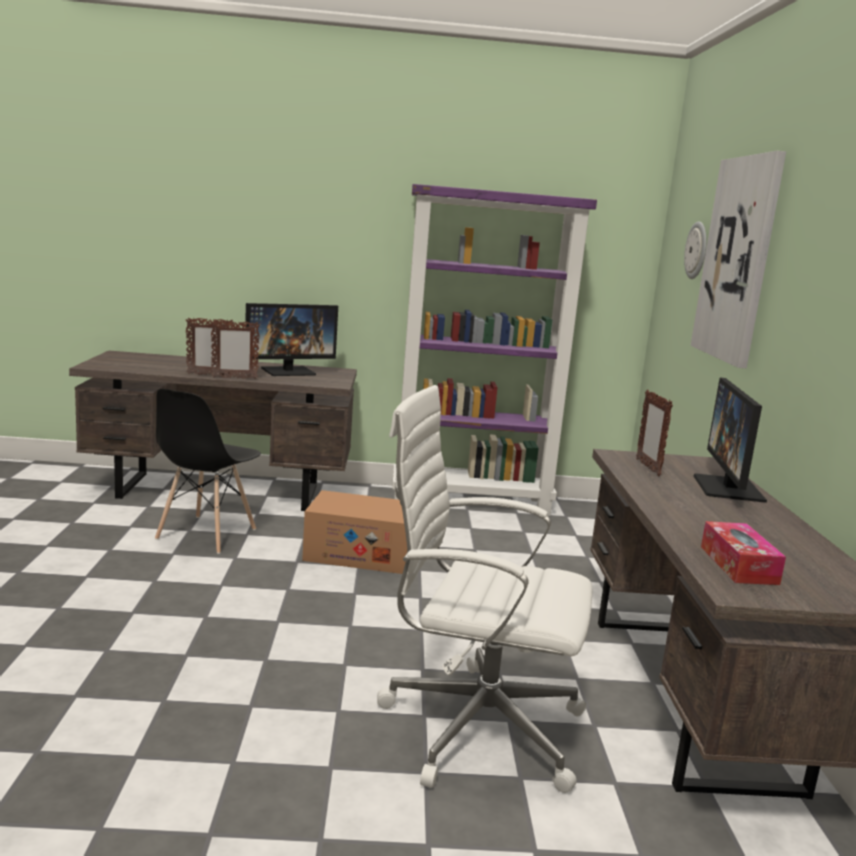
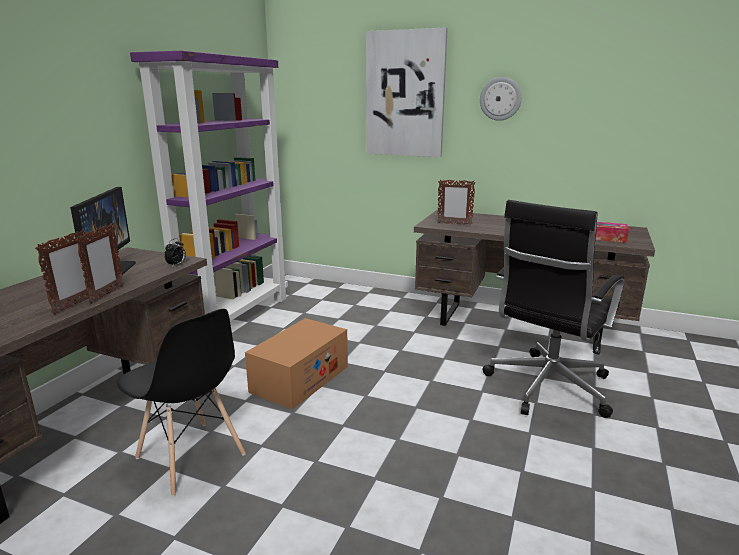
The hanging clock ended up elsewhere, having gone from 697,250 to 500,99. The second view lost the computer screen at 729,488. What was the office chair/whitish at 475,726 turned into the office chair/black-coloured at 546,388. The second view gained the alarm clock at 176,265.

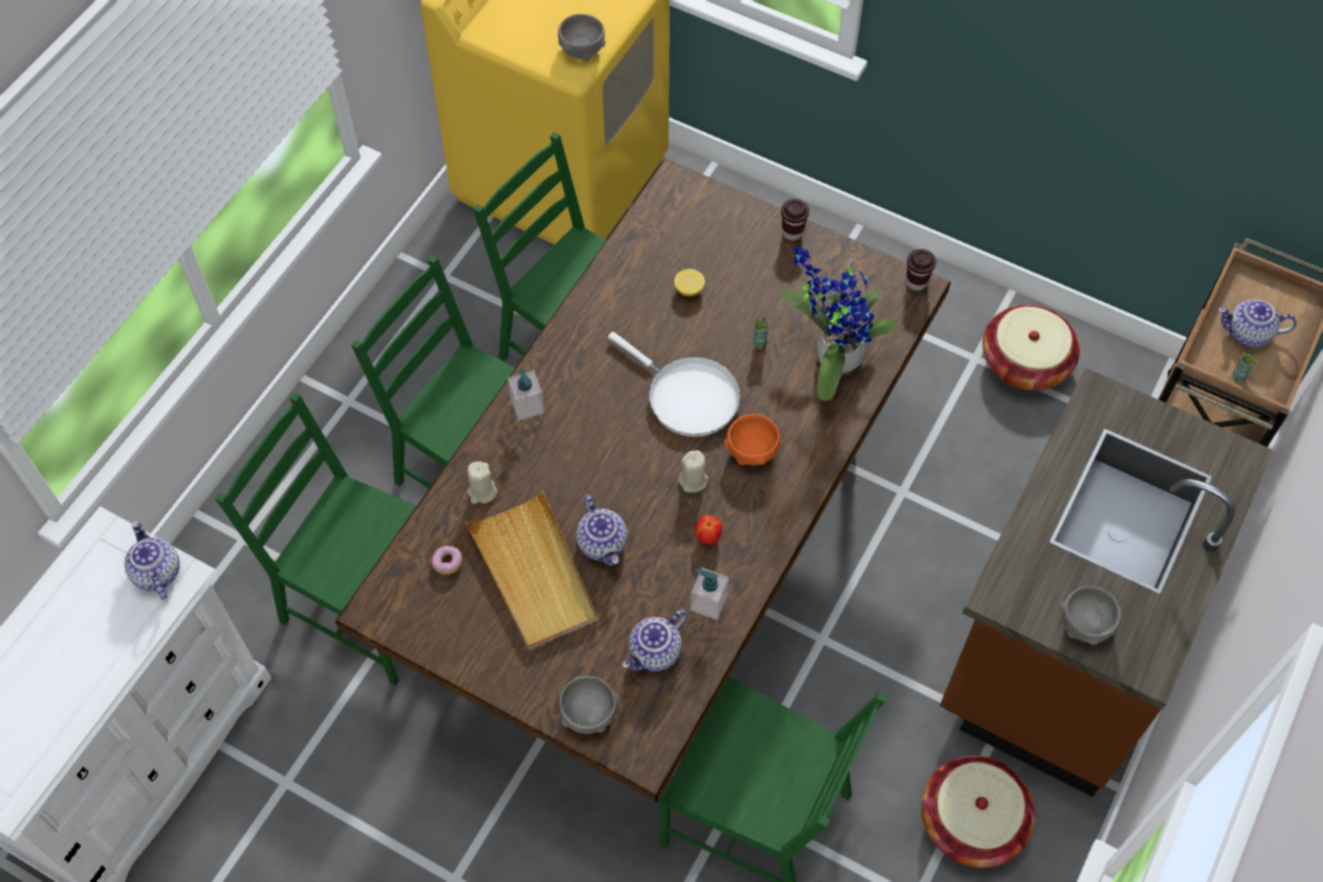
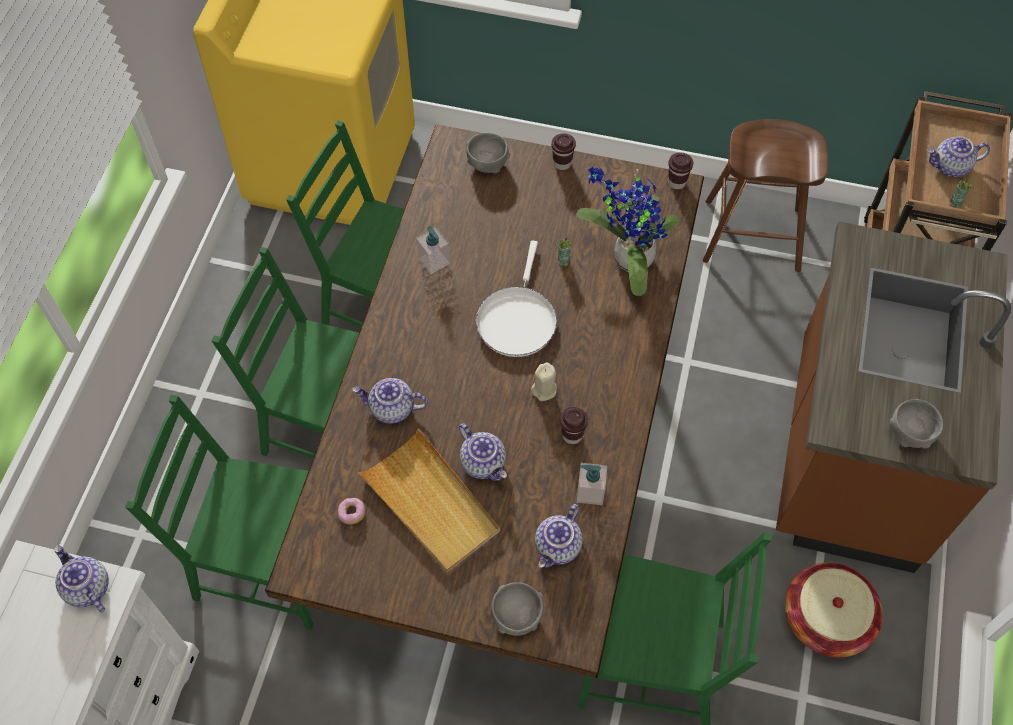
The serving bowl/grey ended up elsewhere, having gone from 582,50 to 487,164. The second view lost the whole lemon at 689,289. Where the household basket stood at 1025,363, the sitting stool/brown came to stand at 751,235. The frying pan/whitish at 687,396 ended up facing another way, 75 degrees clockwise from before. The soap dispenser ended up elsewhere, having gone from 527,406 to 434,261. The second view lost the serving bowl/orange at 752,451. The second view lost the wax light/sand-coloured at 482,492. Where the apple stood at 708,537, the small cup/brown came to stand at 572,435. The second view gained the tea pot at 391,409.

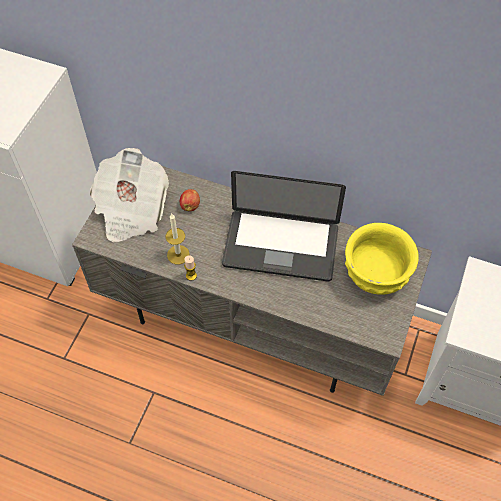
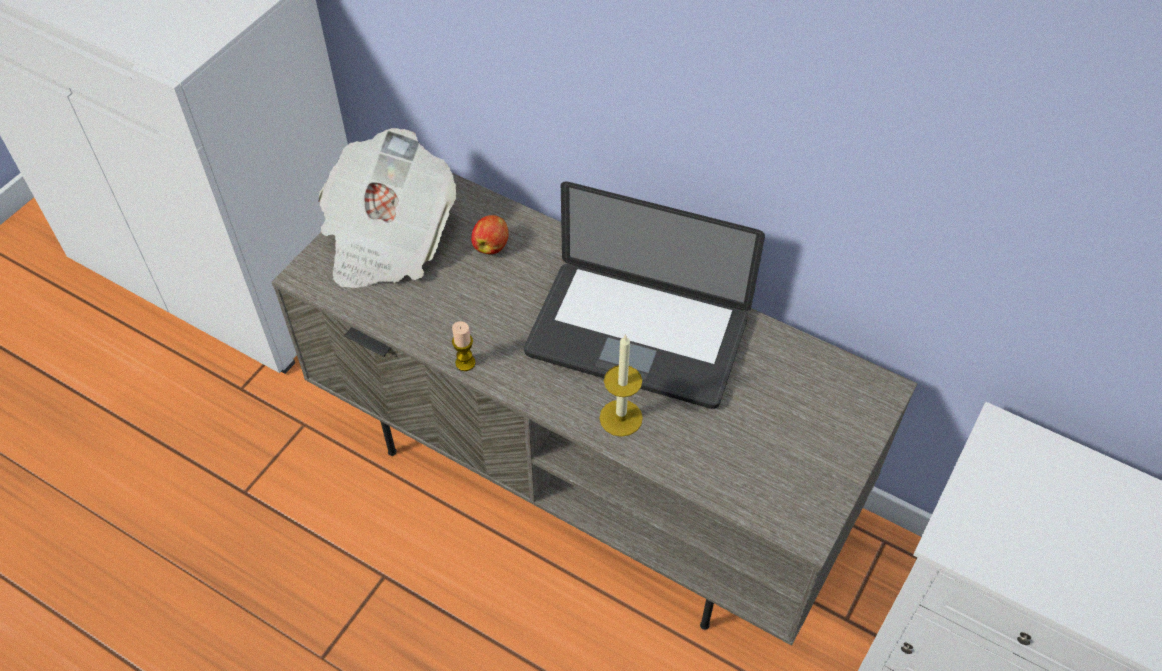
The wax light ended up elsewhere, having gone from 178,254 to 621,418. The second view lost the serving bowl/yellow at 376,272.

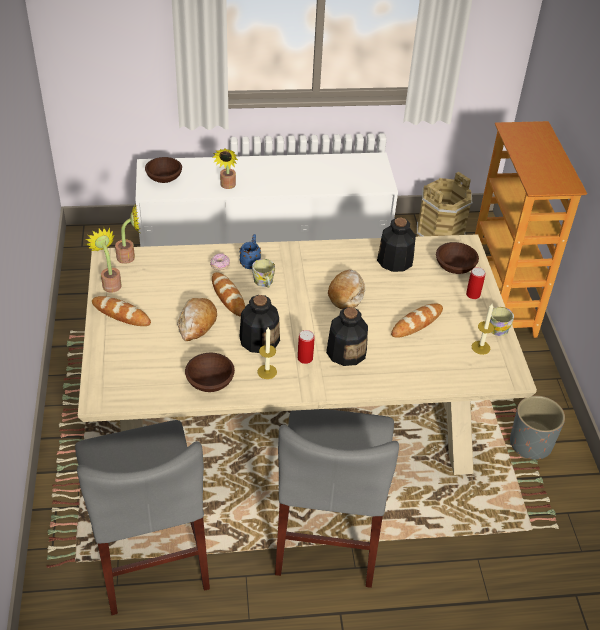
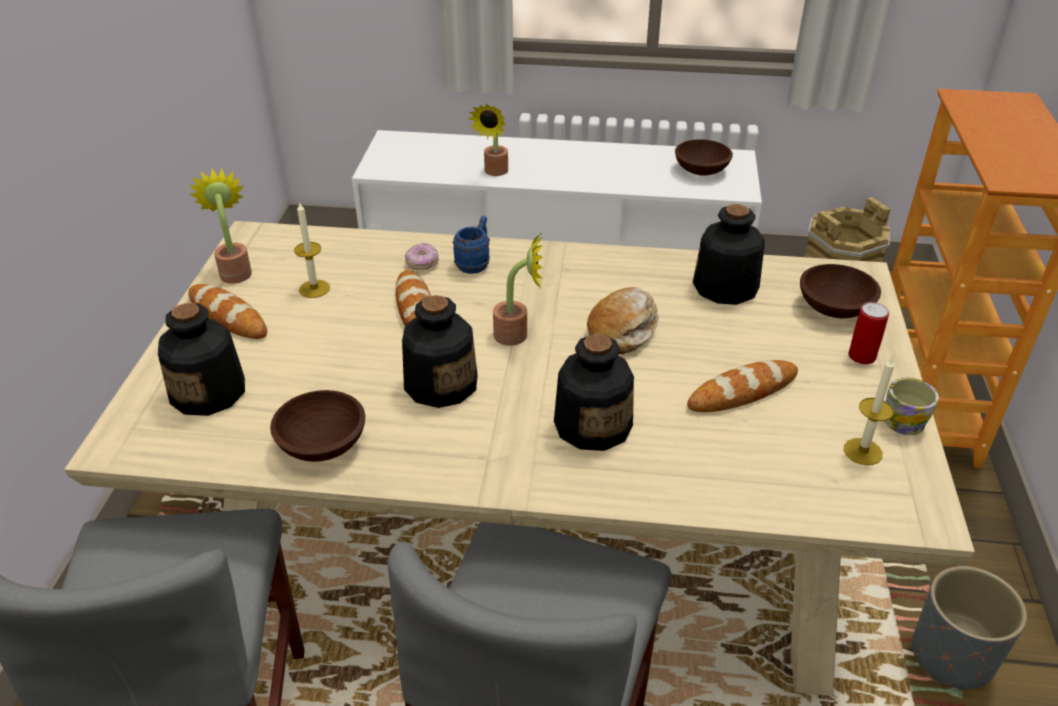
The serving bowl/brown ended up elsewhere, having gone from 163,178 to 700,170. The plant in a pot ended up elsewhere, having gone from 129,257 to 518,335. The second view lost the tea mug at 264,283. The second view lost the bread at 197,323. The wax light ended up elsewhere, having gone from 267,371 to 314,289. The second view lost the metal can at 305,358. The second view gained the bottle at 209,392.

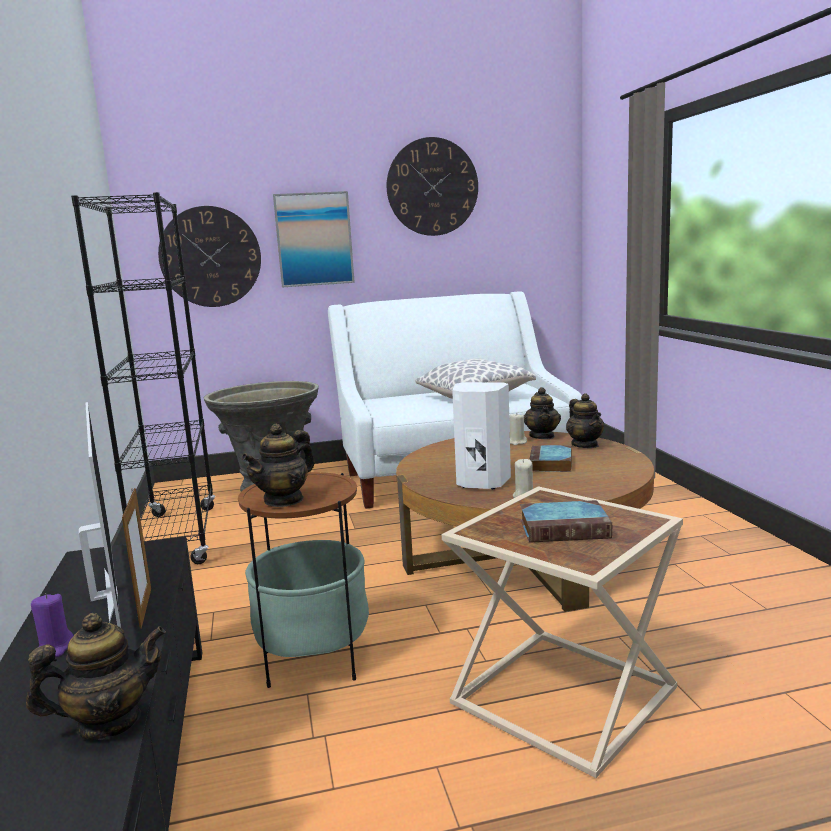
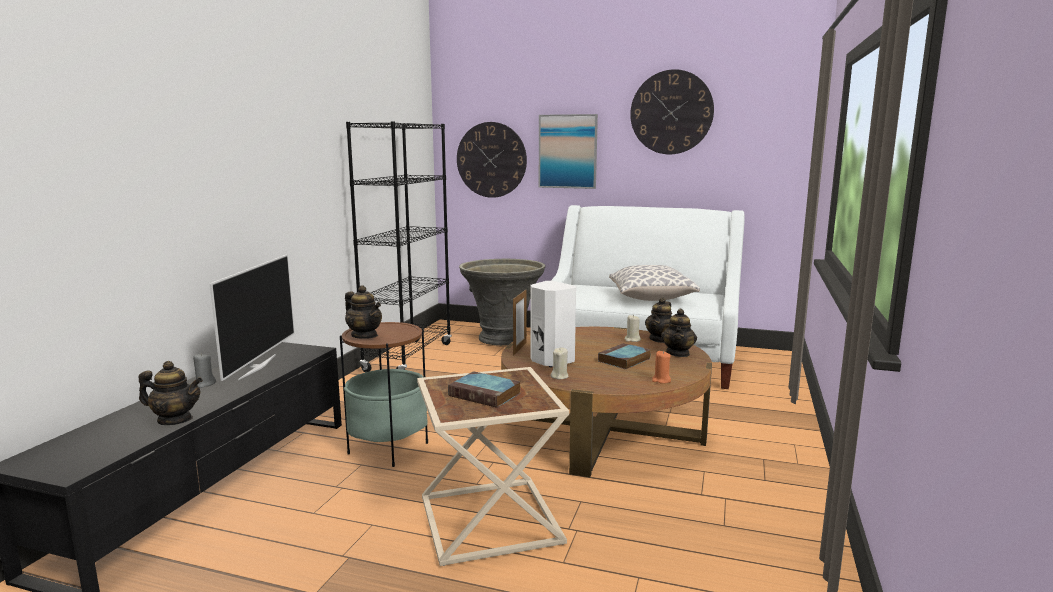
The tea pot at 284,500 ended up facing another way, 120 degrees counterclockwise from before. The standing frame ended up elsewhere, having gone from 145,607 to 520,348. What was the wax light/purplish at 56,648 turned into the wax light/grey at 204,384. The second view gained the wax light/orange at 661,380.

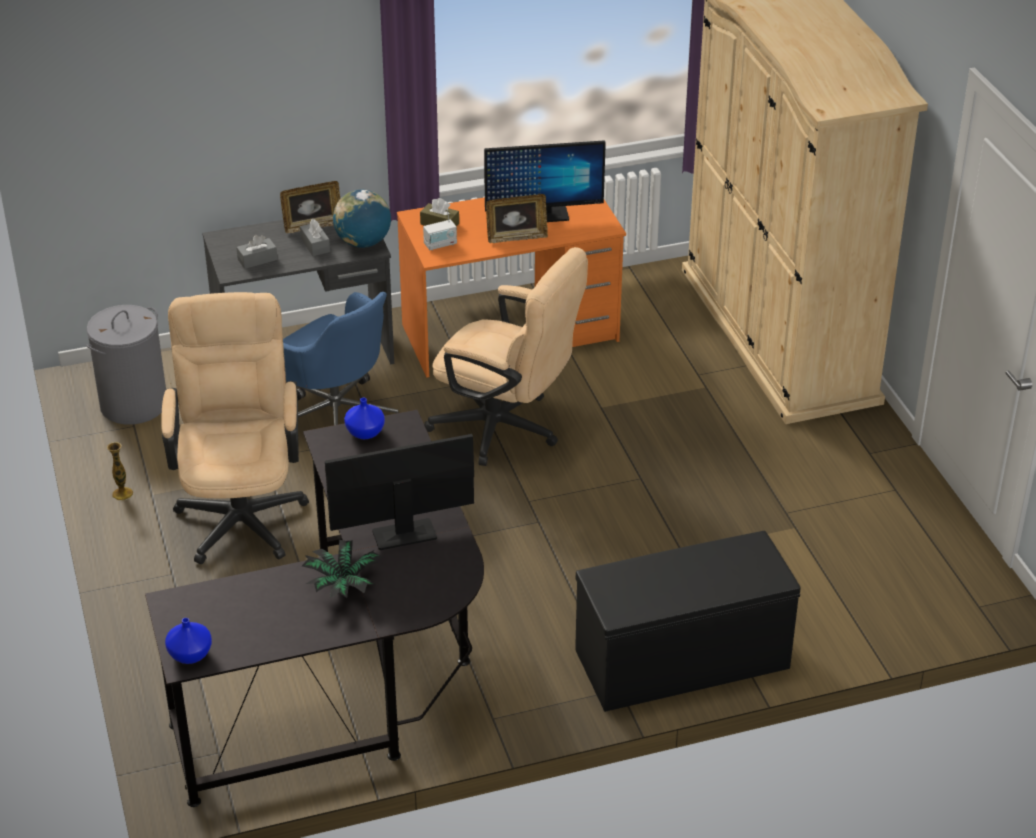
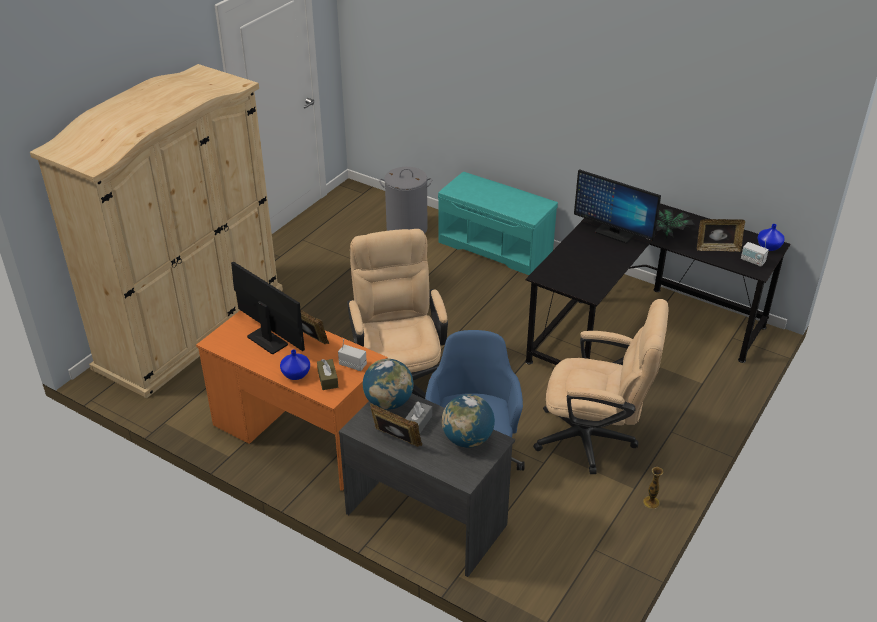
Where the tissue box/grey stood at 257,259, the globe came to stand at 467,439. The office chair/sand-coloured at 242,511 ended up facing another way, 120 degrees counterclockwise from before. The laundry basket/grey ended up elsewhere, having gone from 134,404 to 406,229. The vase/bluish ended up elsewhere, having gone from 365,433 to 296,374. What was the indoor bench/black-coloured at 681,661 turned into the indoor bench/turquoise-coloured at 496,247. The second view gained the standing frame at 717,248. The second view gained the radio at 752,261.

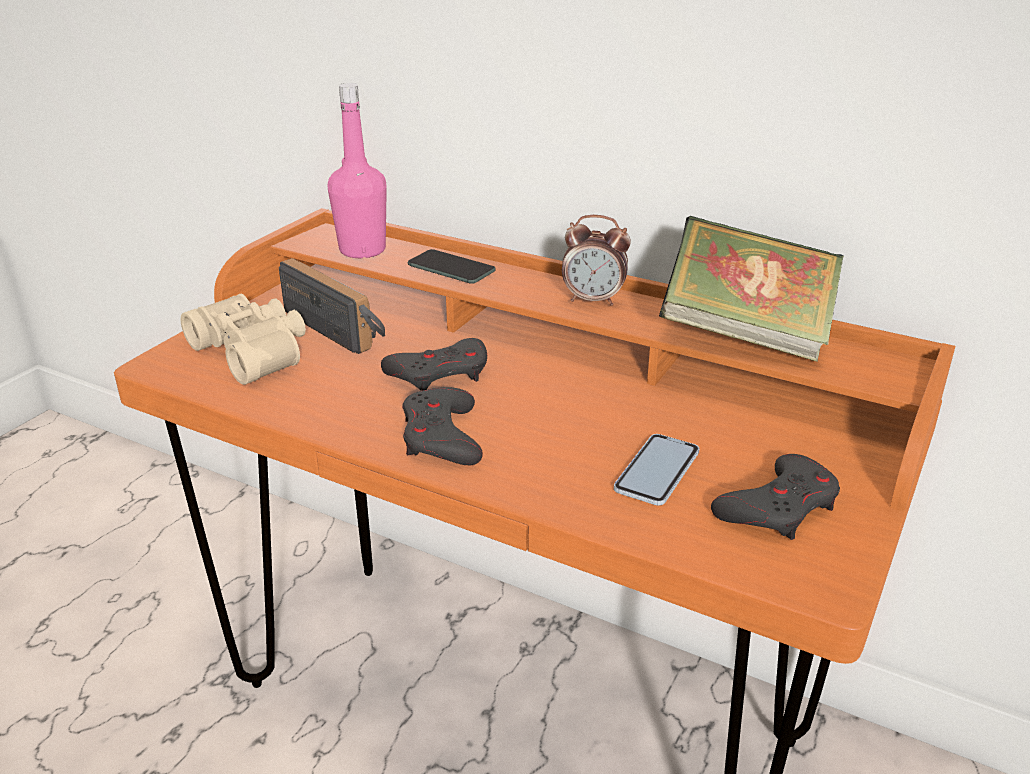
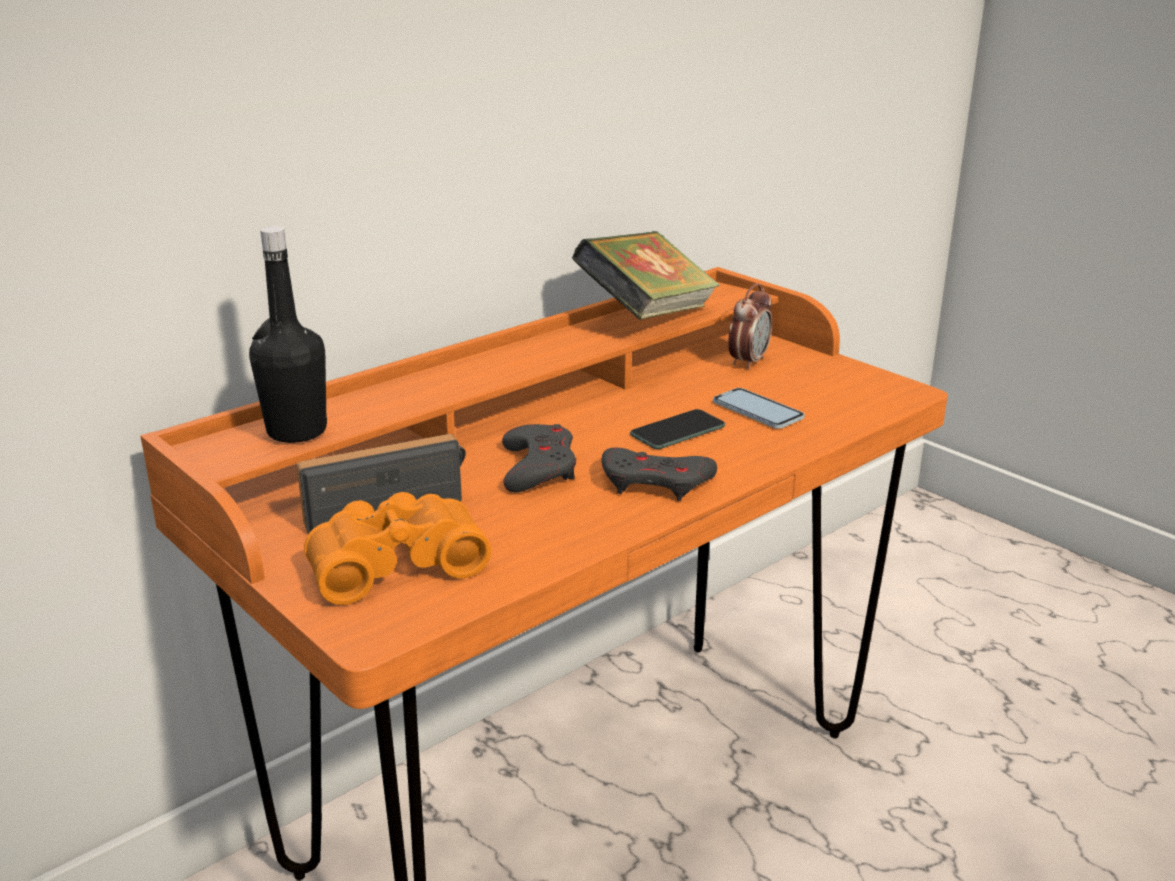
What was the bottle/pink at 362,250 turned into the bottle/black-coloured at 297,431. The alarm clock ended up elsewhere, having gone from 593,300 to 748,362. The telephone ended up elsewhere, having gone from 451,268 to 677,431. What was the binoculars/sand-coloured at 254,351 turned into the binoculars/orange at 394,563. The second view lost the gamepad/grey at 779,507.

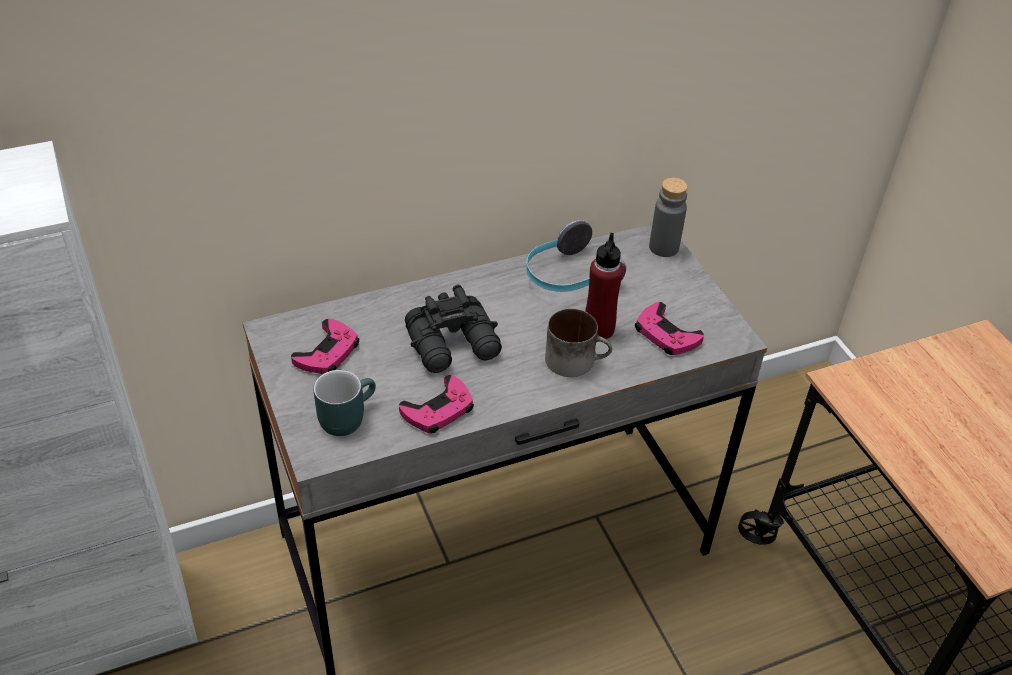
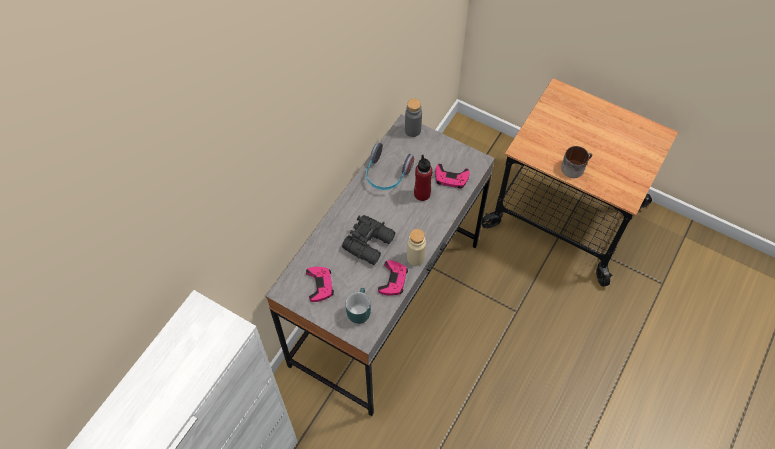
The tea mug ended up elsewhere, having gone from 576,359 to 574,166. The second view gained the bottle/sand-coloured at 415,258.

